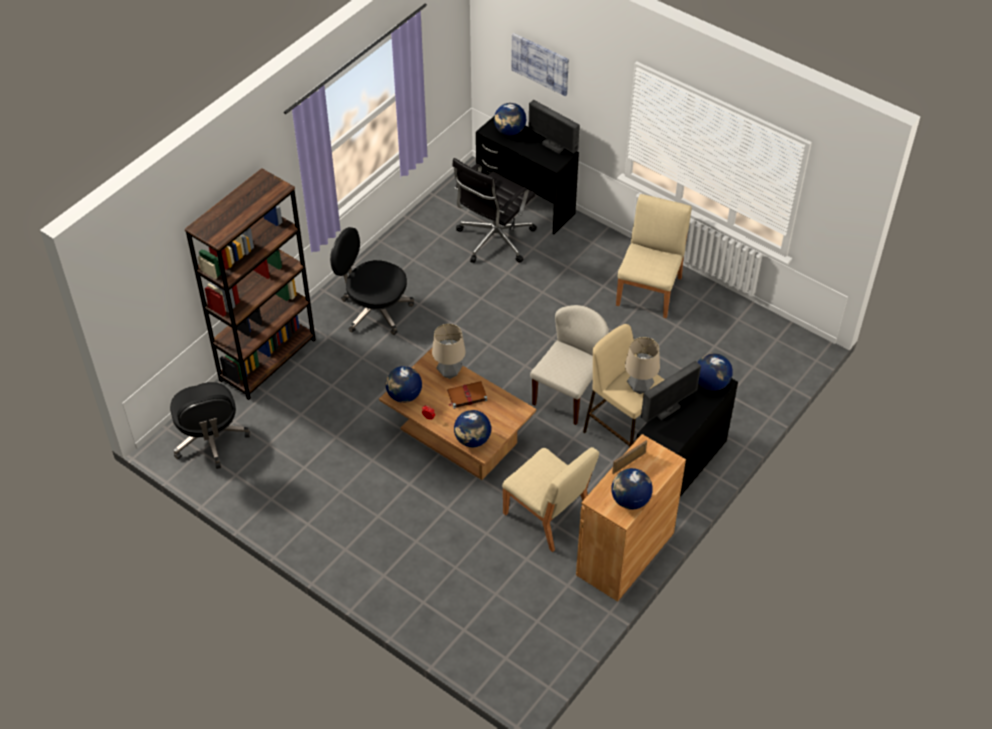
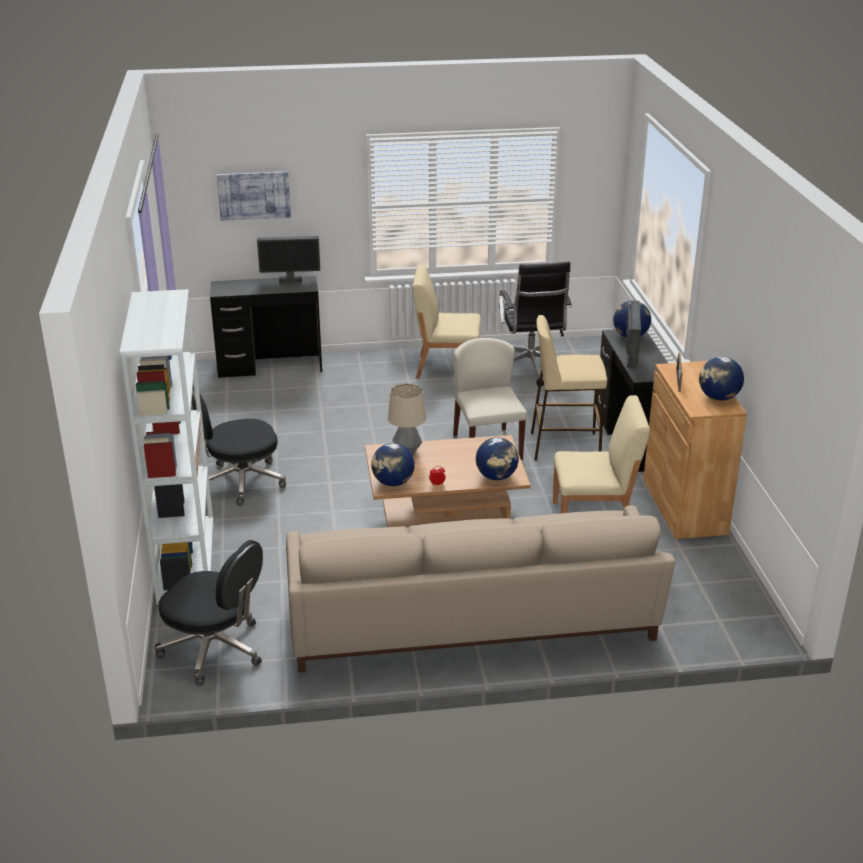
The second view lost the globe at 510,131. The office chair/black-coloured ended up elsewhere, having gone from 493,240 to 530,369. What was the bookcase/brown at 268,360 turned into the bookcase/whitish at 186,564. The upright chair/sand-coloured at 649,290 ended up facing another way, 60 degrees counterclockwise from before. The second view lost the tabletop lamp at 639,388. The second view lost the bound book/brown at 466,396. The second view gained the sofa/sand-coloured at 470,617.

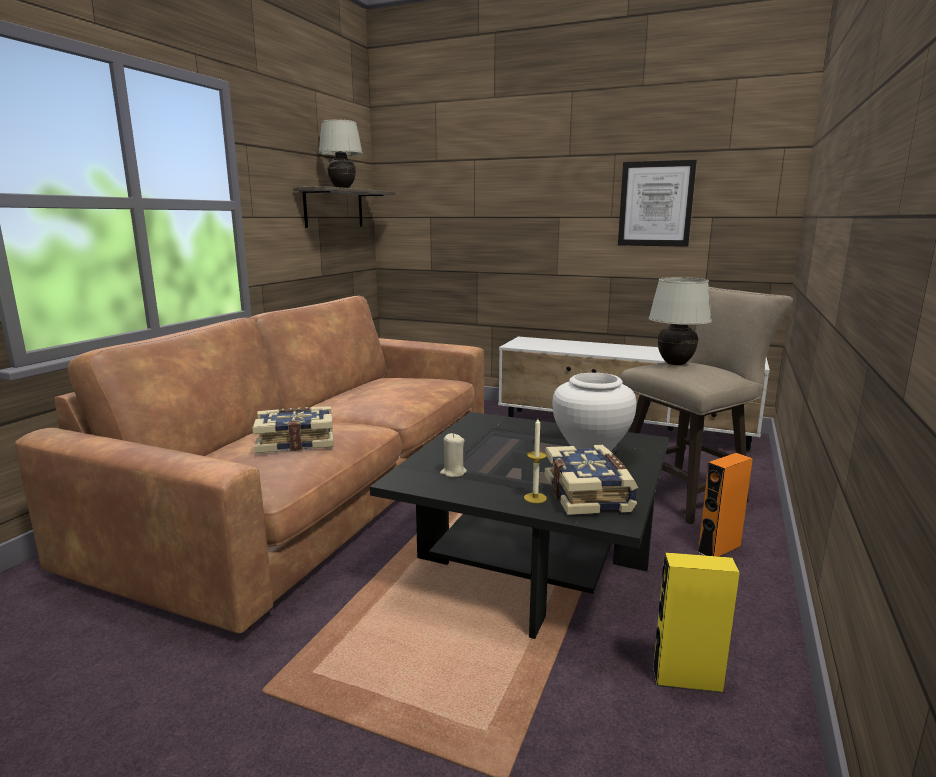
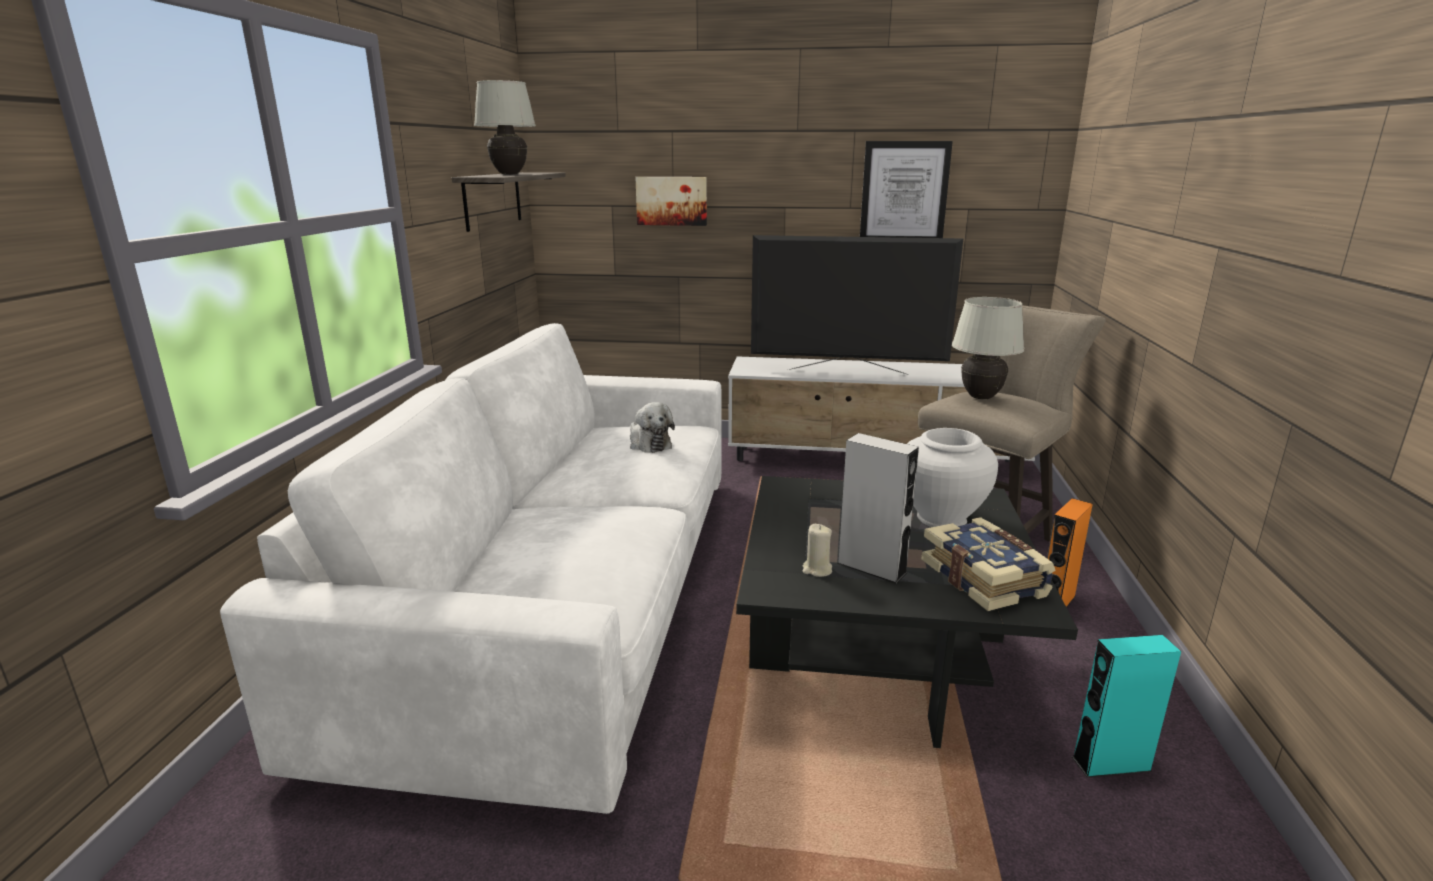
What was the sofa/brown at 321,488 turned into the sofa/whitish at 568,589. The second view lost the bound book at 296,441. The second view lost the wax light at 535,498. What was the speaker/yellow at 687,679 turned into the speaker/turquoise-coloured at 1111,764. The second view gained the wall picture at 672,201. The second view gained the television at 847,371. The second view gained the plush toy at 649,443. The second view gained the speaker/grey at 872,568.

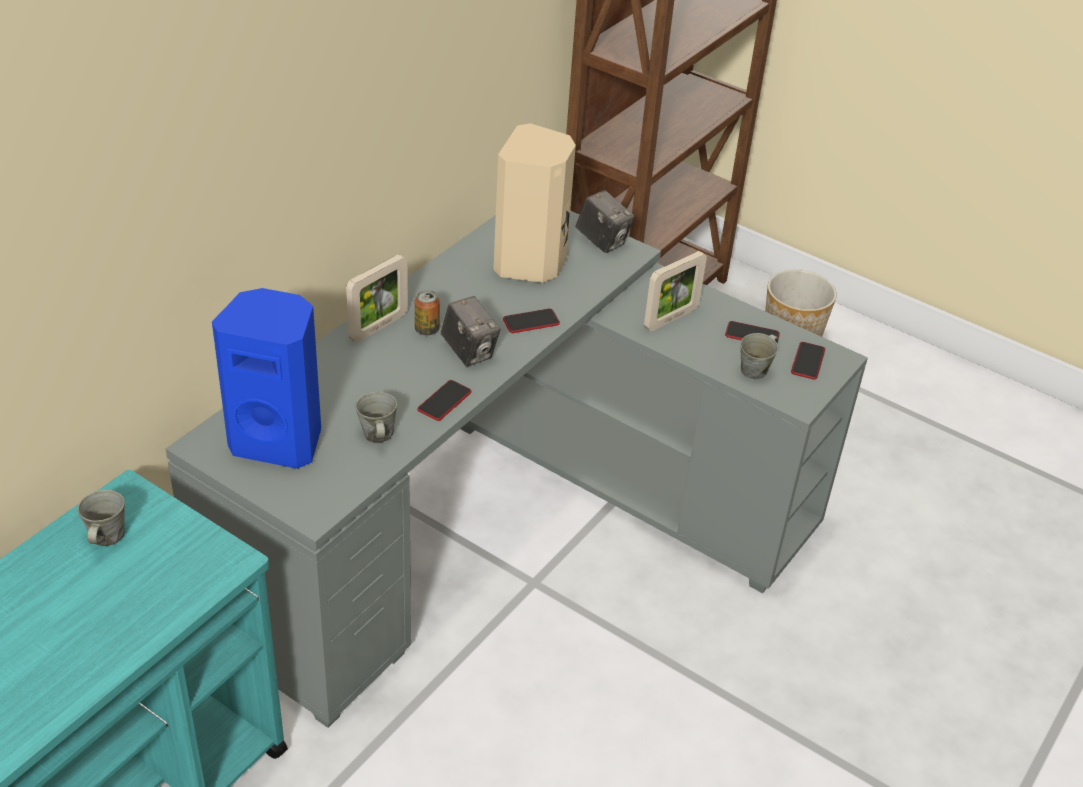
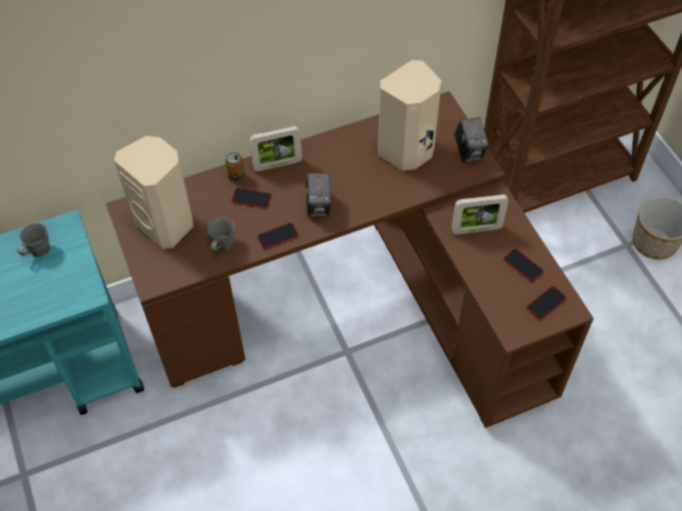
What was the desk/grey at 508,524 turned into the desk/brown at 358,304. What was the speaker/bluish at 279,440 turned into the speaker/sand-coloured at 167,224. The metal can ended up elsewhere, having gone from 427,330 to 236,176. The telephone ended up elsewhere, having gone from 531,322 to 251,198. The second view lost the tea mug/grey at 755,370.

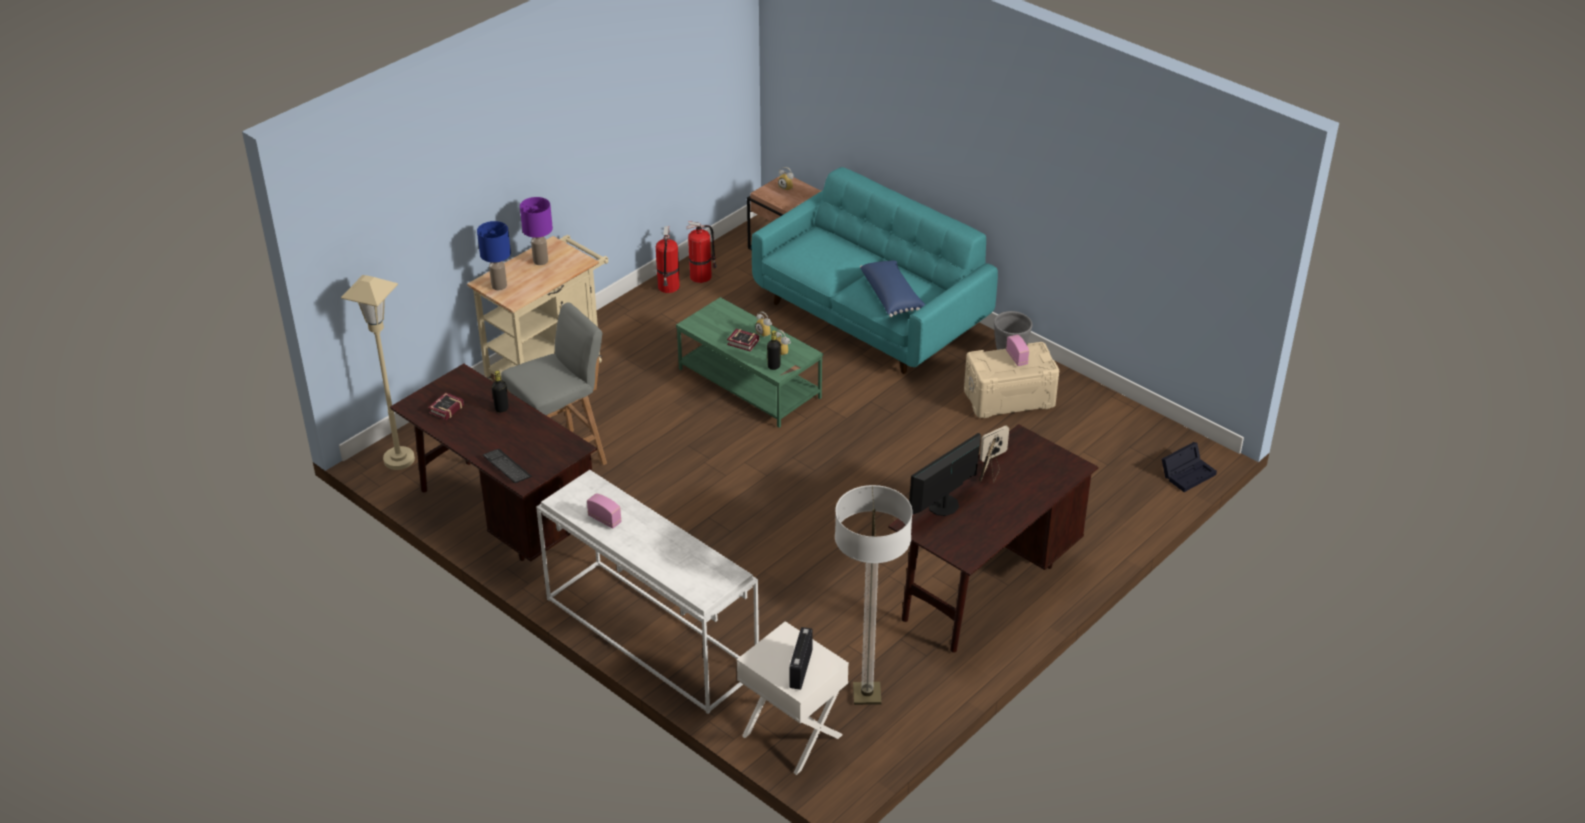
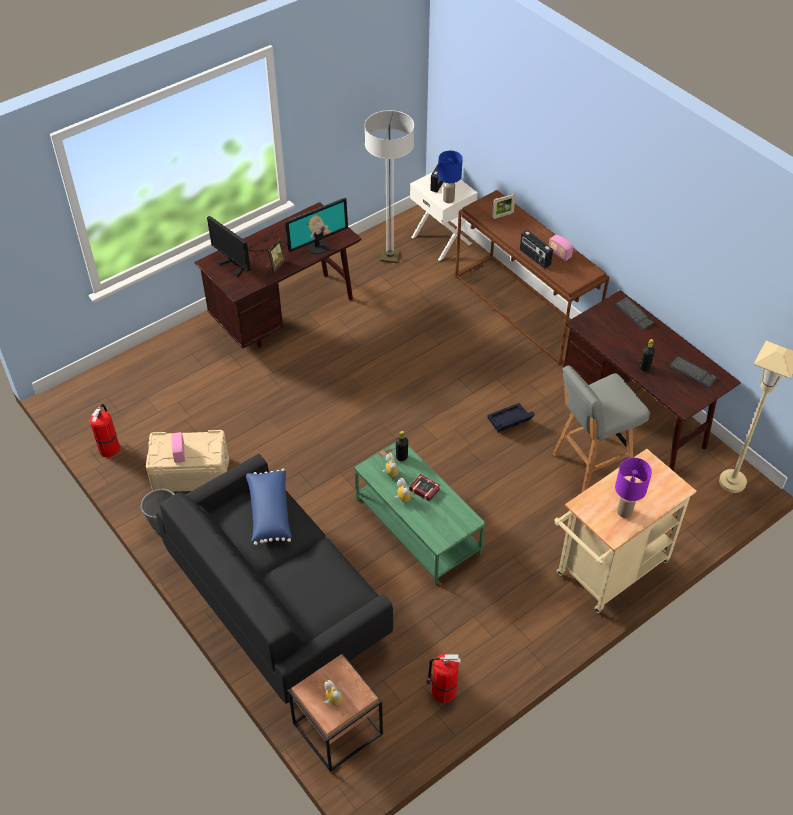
What was the sofa/turquoise-coloured at 871,315 turned into the sofa/black-coloured at 277,600. The tabletop lamp/bluish ended up elsewhere, having gone from 498,286 to 449,199. The extinguisher ended up elsewhere, having gone from 668,287 to 109,448. Where the bound book stood at 445,409, the computer keyboard came to stand at 692,372. The standing frame ended up elsewhere, having gone from 993,456 to 502,215. The storage box/black-coloured ended up elsewhere, having gone from 1188,473 to 509,422. What was the hall table/whitish at 648,635 turned into the hall table/brown at 525,309. The second view gained the computer screen at 242,260. The second view gained the radio at 534,258.

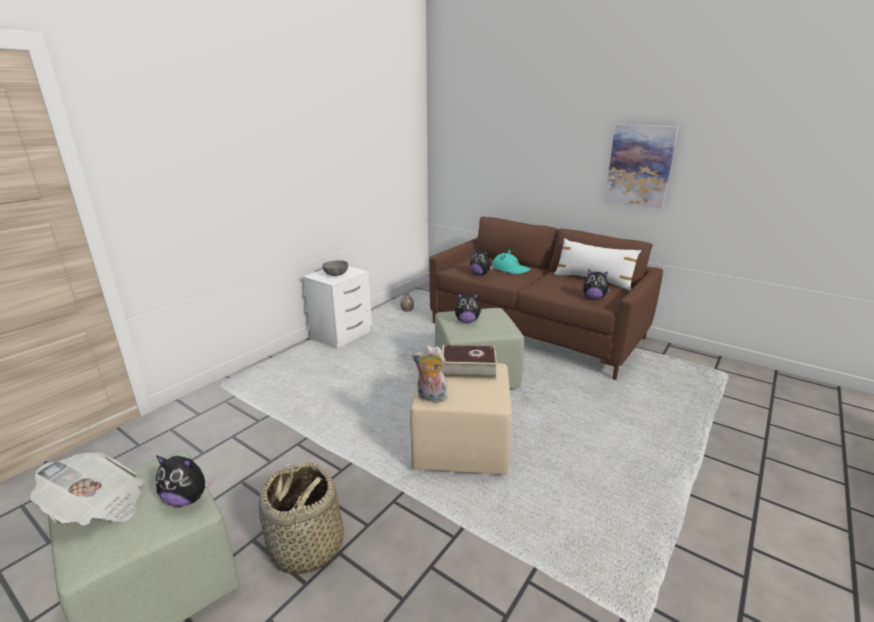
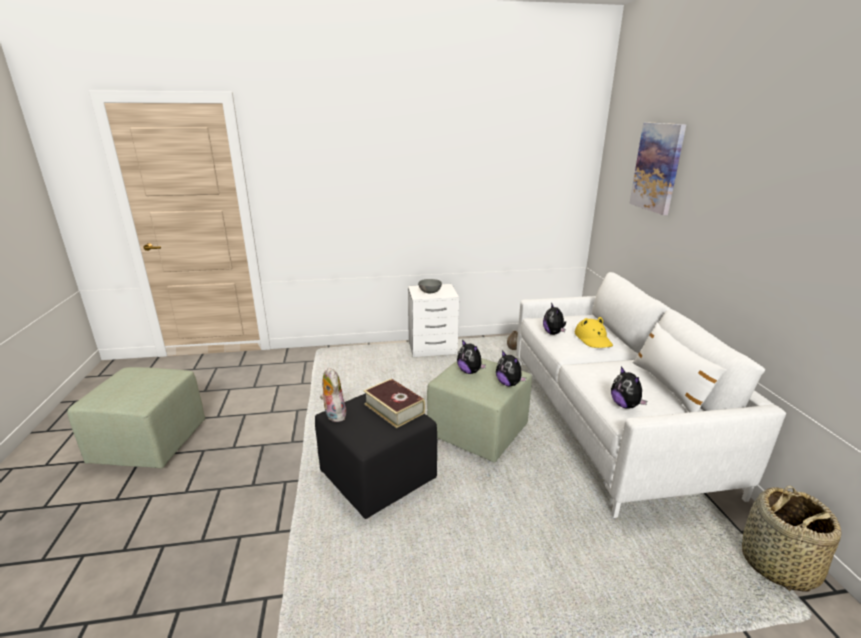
The wall picture ended up elsewhere, having gone from 639,166 to 657,167. What was the sofa/brown at 535,330 turned into the sofa/whitish at 609,422. What was the clothing hat/turquoise-coloured at 510,269 turned into the clothing hat/yellow at 593,339. What was the pouffe/sand-coloured at 462,445 turned into the pouffe/black-coloured at 379,477. The second view lost the newspaper at 98,507. The plush toy ended up elsewhere, having gone from 188,498 to 509,384. The household basket ended up elsewhere, having gone from 306,547 to 777,565.

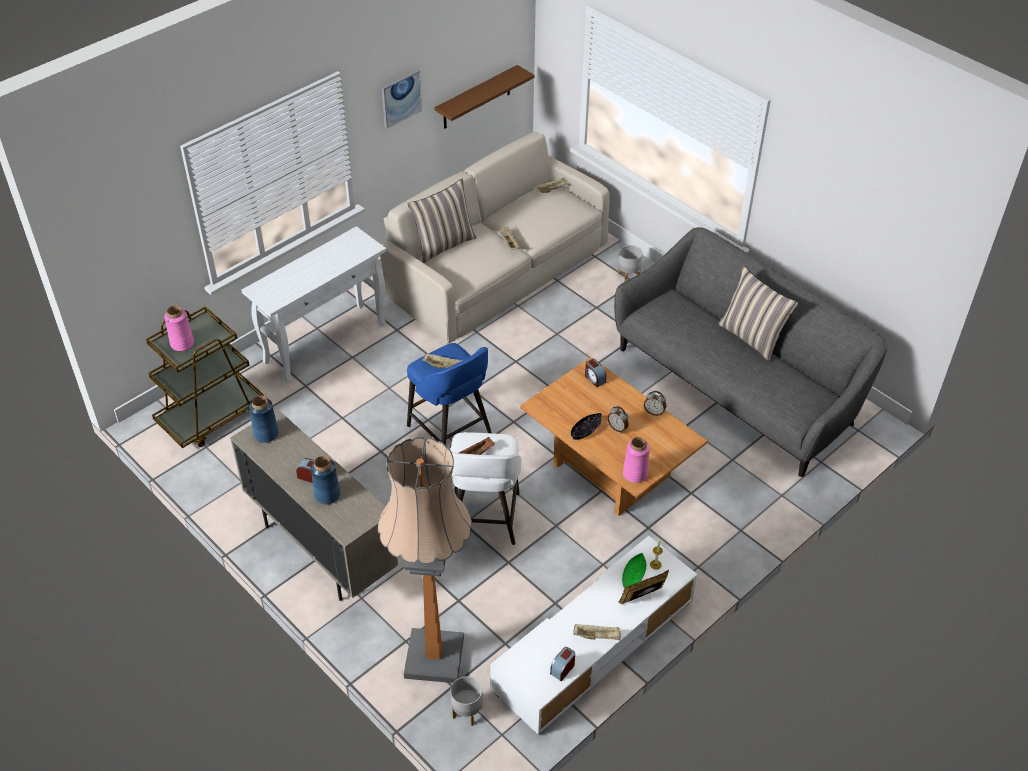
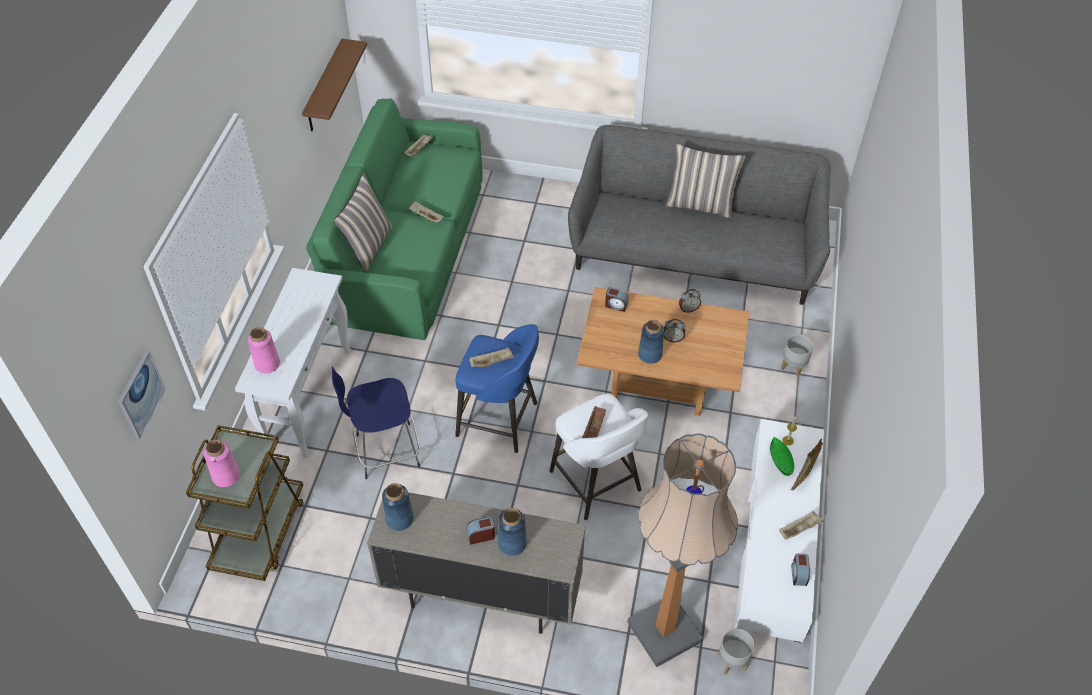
The wall picture ended up elsewhere, having gone from 401,98 to 140,394. What was the sofa/sand-coloured at 497,267 turned into the sofa/green-coloured at 406,245. The plant pot/grey ended up elsewhere, having gone from 629,276 to 793,366. Where the serving bowl/black-coloured stood at 586,430, the vase/bluish came to stand at 650,355. The vase/pink ended up elsewhere, having gone from 635,474 to 267,364. The second view gained the sitting stool/bluish at 385,451.

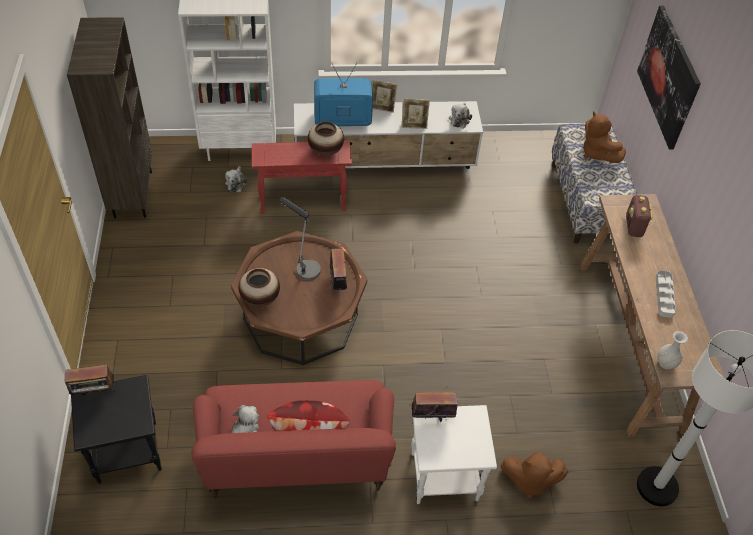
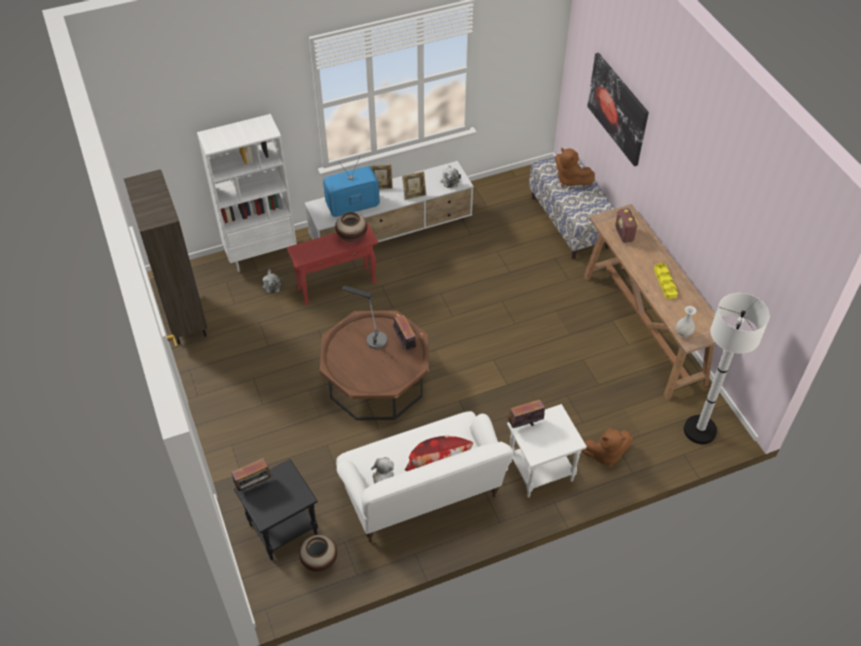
The vase ended up elsewhere, having gone from 260,298 to 320,561. What was the tray/grey at 664,295 turned into the tray/yellow at 665,282. What was the sofa/red at 297,460 turned into the sofa/whitish at 422,494.

